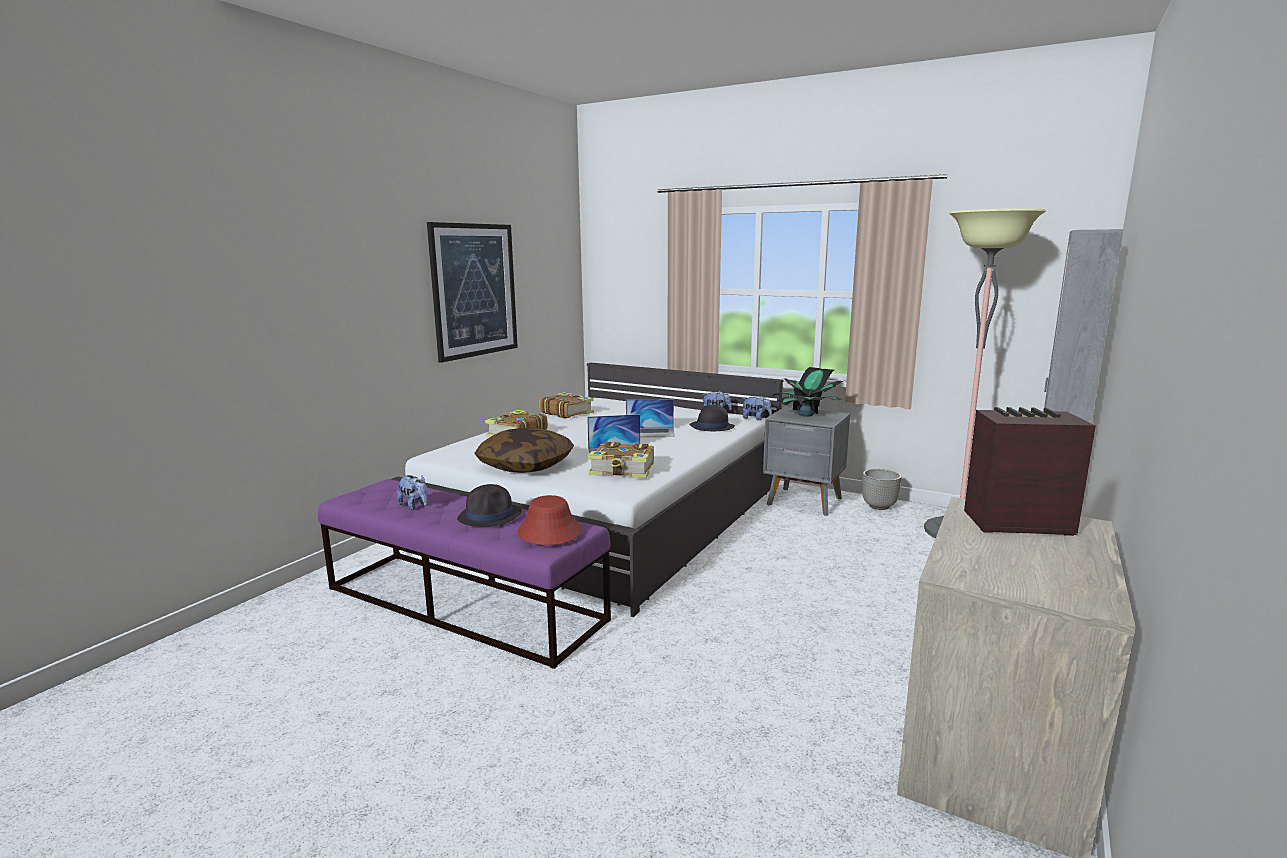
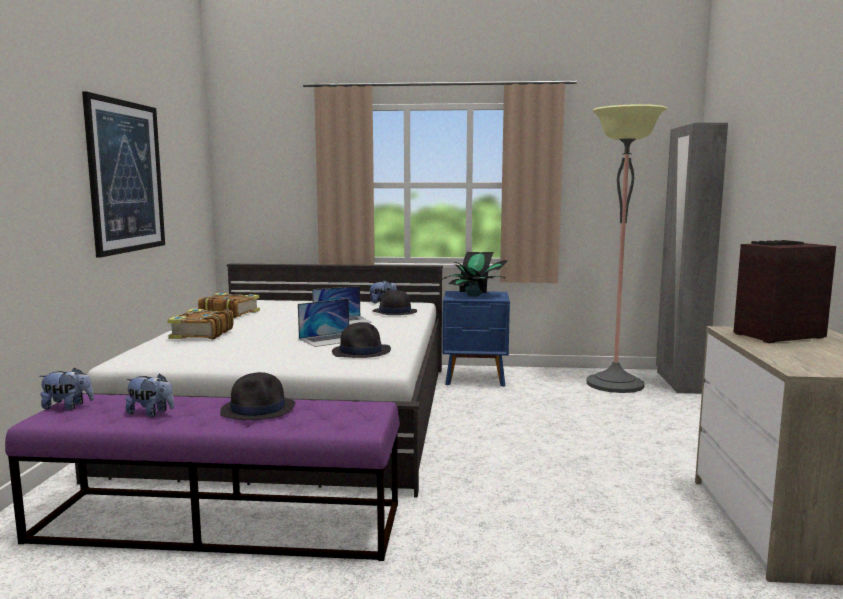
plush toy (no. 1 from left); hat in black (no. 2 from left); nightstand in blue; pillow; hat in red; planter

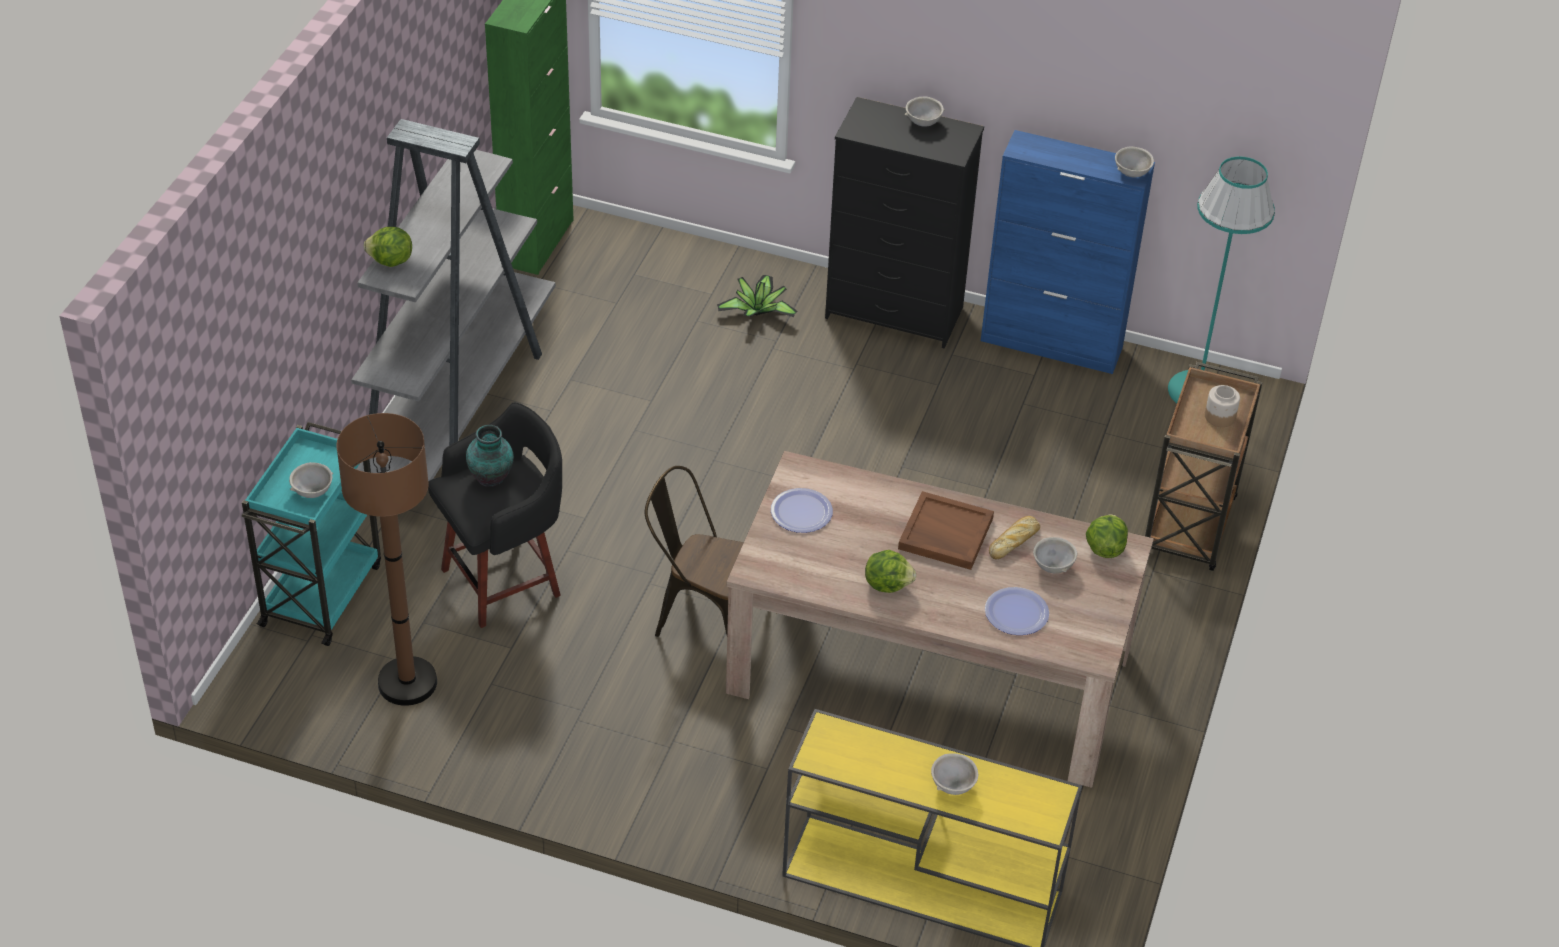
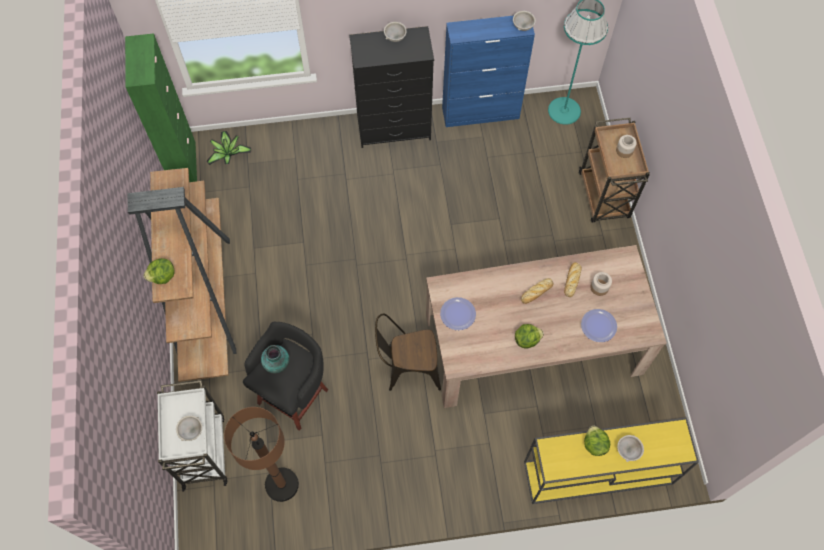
bookcase in brown; cart in white; potted plant; bread (no. 1 from left); lettuce (no. 3 from left); jar (no. 1 from left)

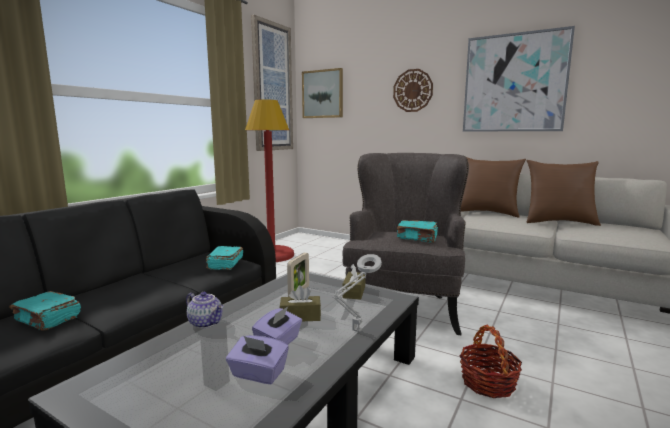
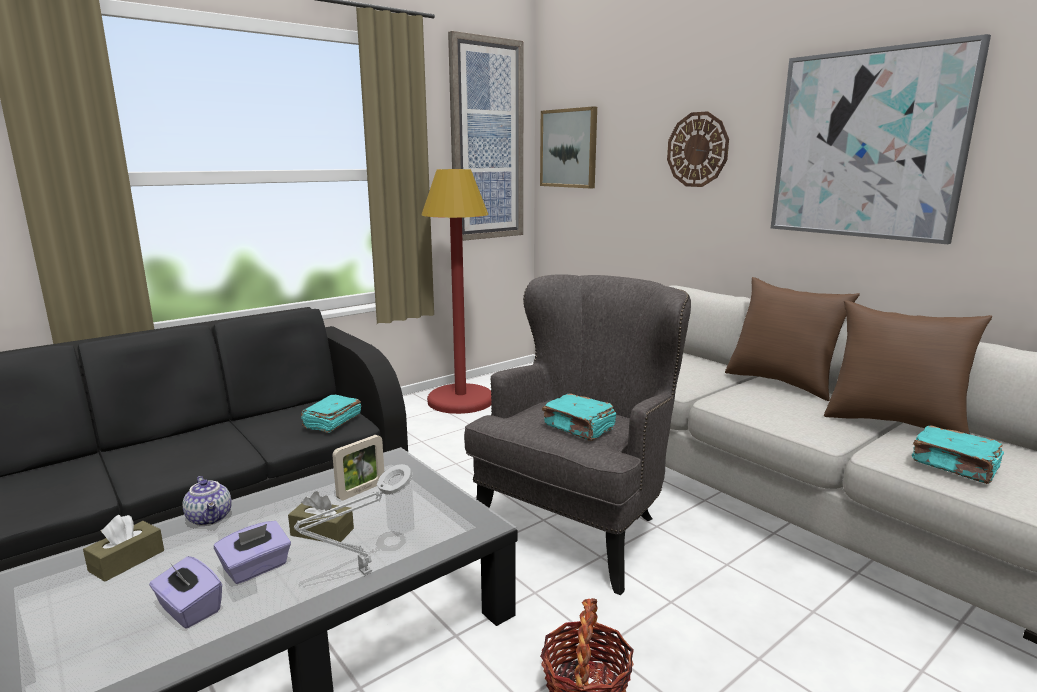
tissue box in brown (no. 1 from left); book in turquoise (no. 3 from left)

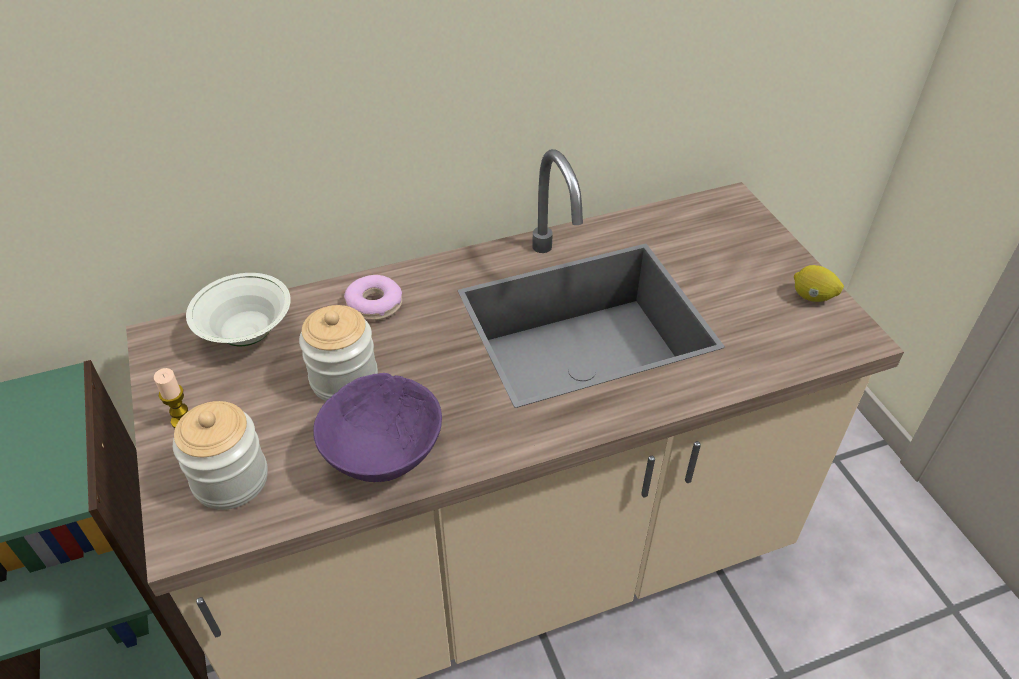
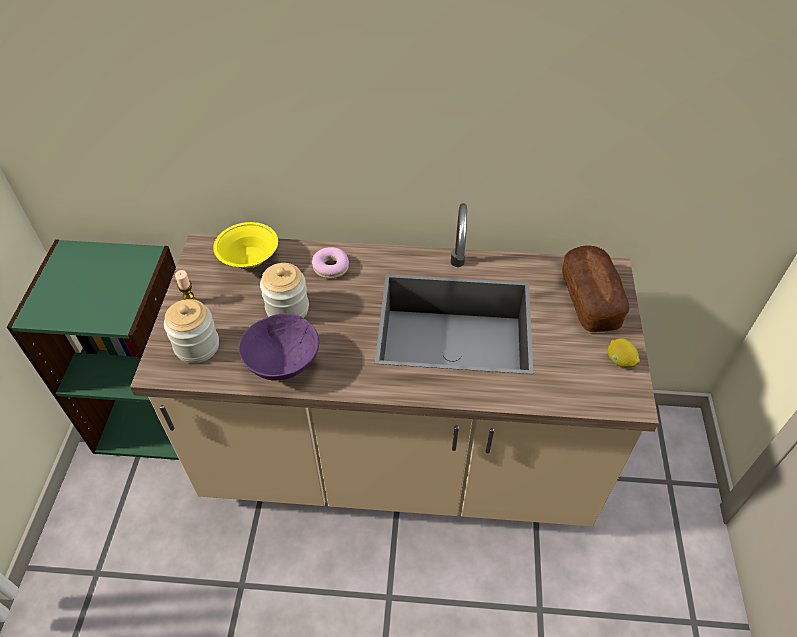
bowl in yellow; bread

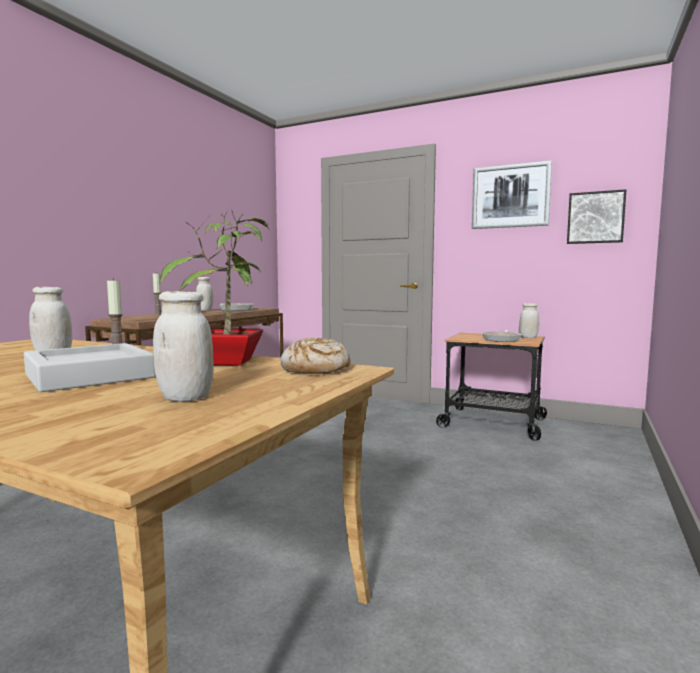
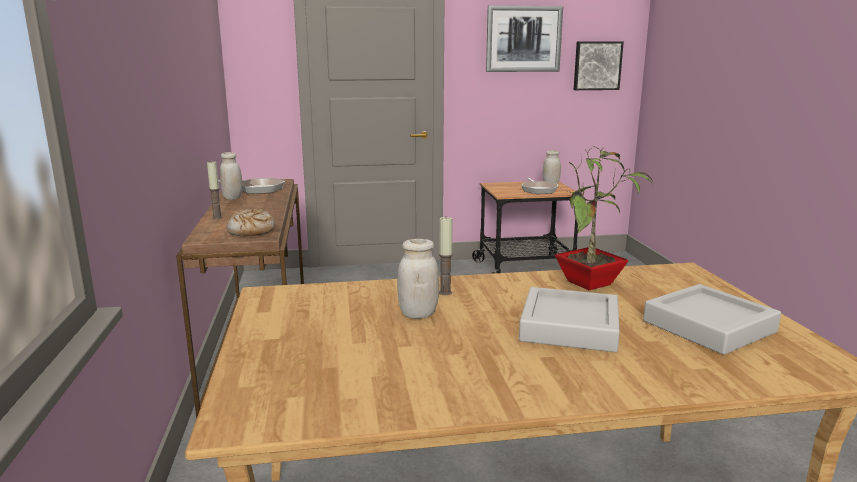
bread; tray in grey (no. 2 from left)

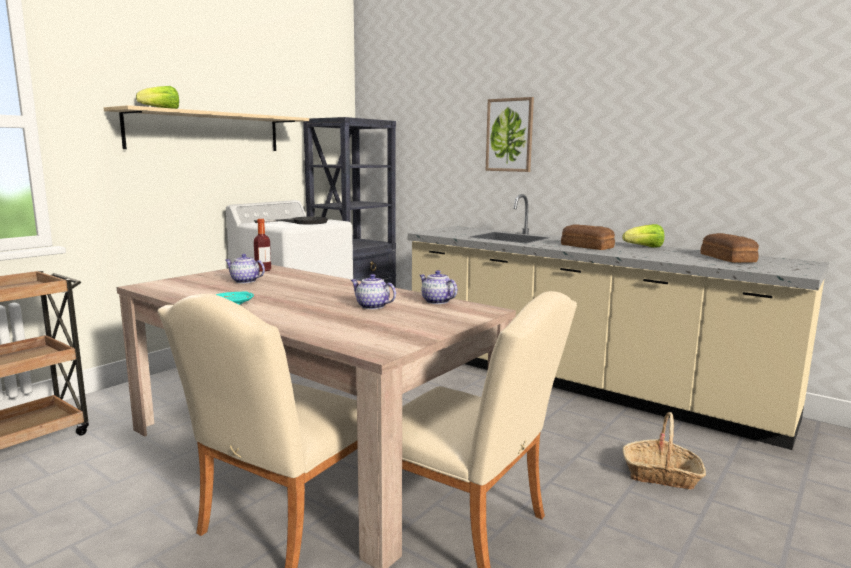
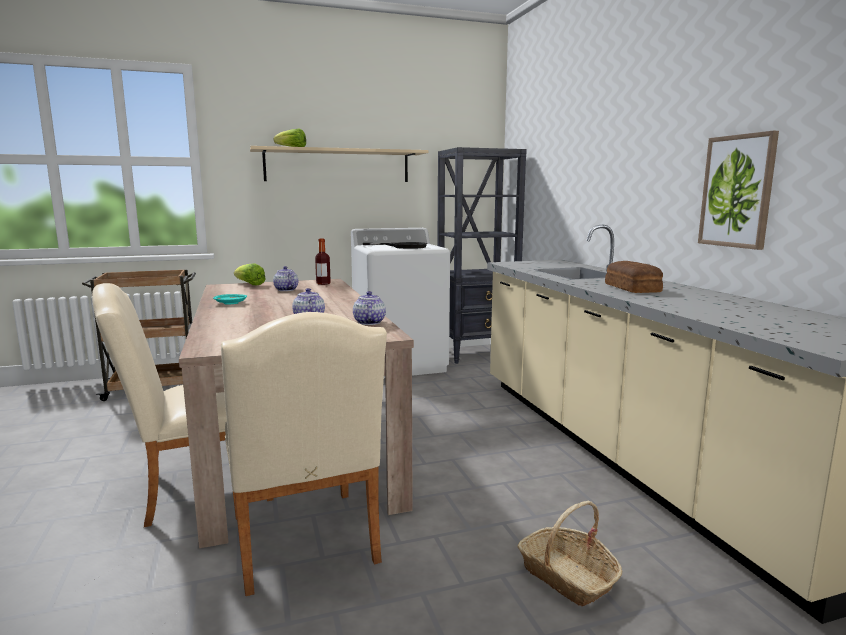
lettuce (no. 1 from left); picture; bread (no. 2 from left in the first image)

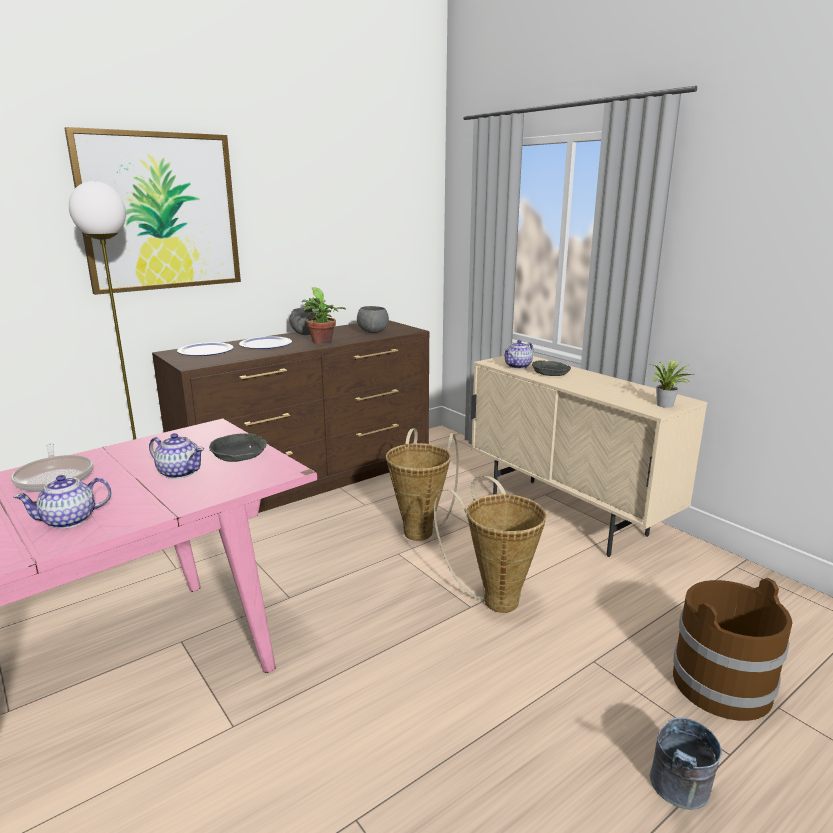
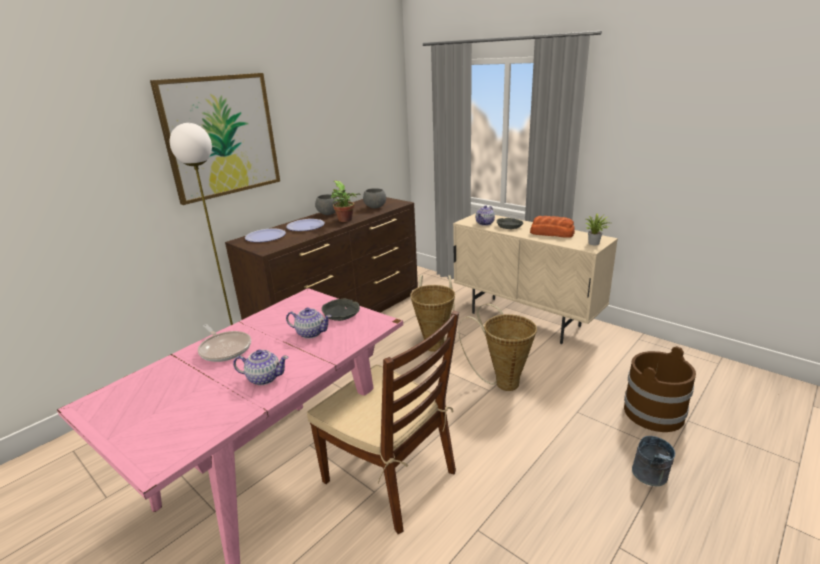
teapot (no. 1 from left); chair in brown; bread

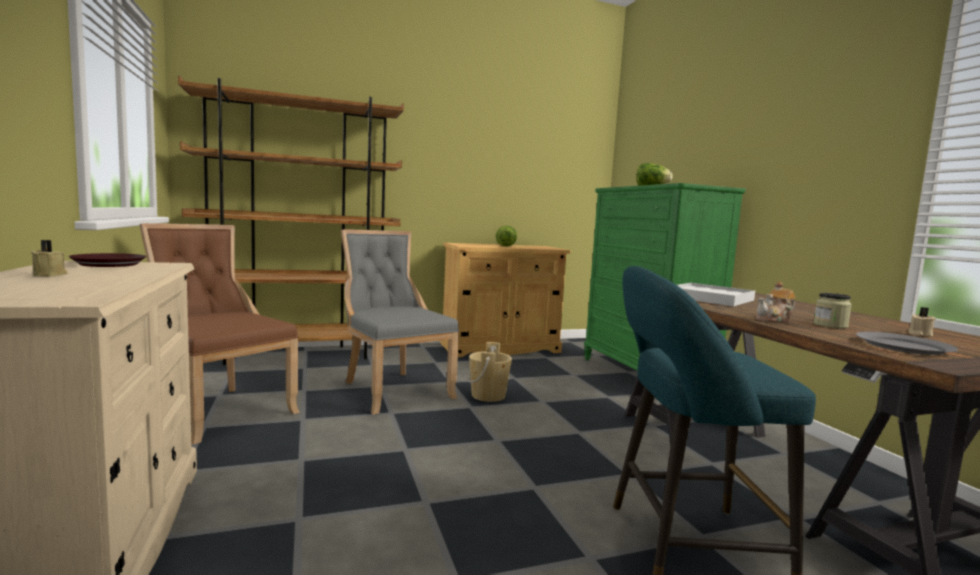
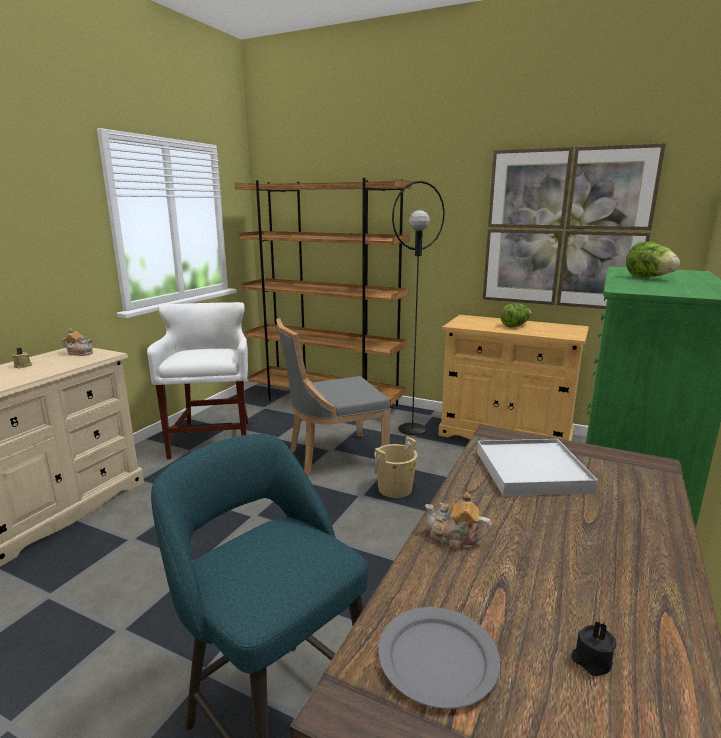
teapot (no. 1 from left); stool in white; chair in grey; floor lamp in black; picture; candle in black; jar

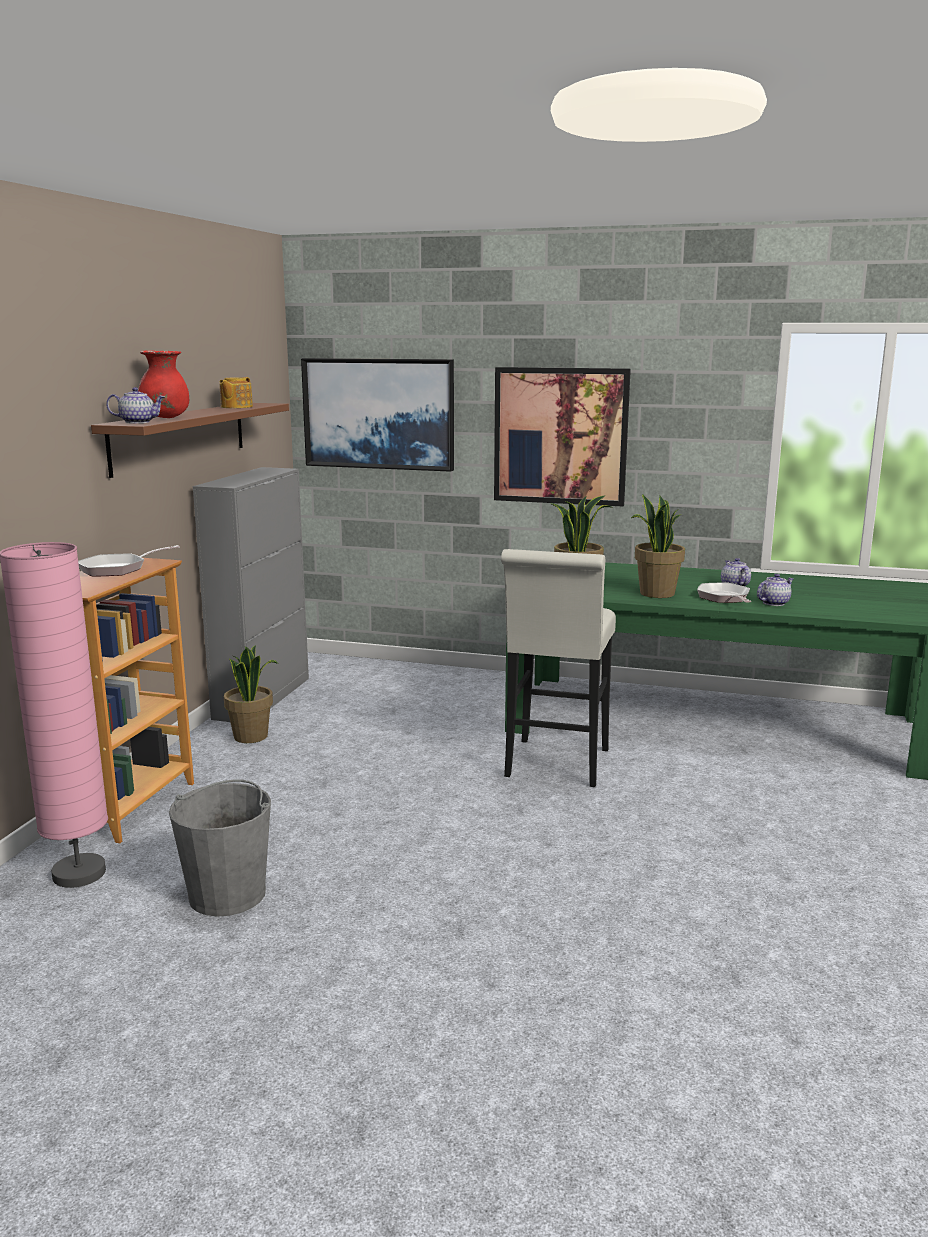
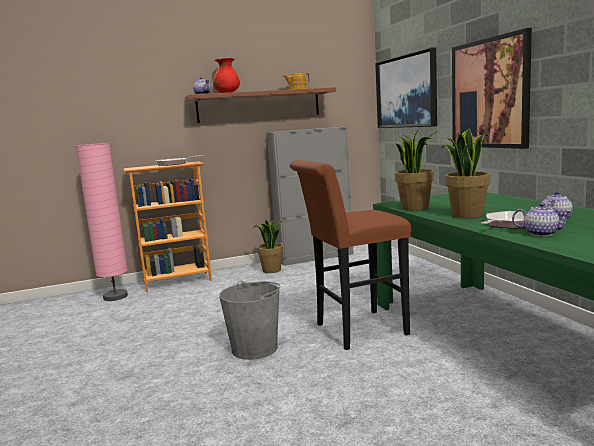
bucket in grey; stool in brown

